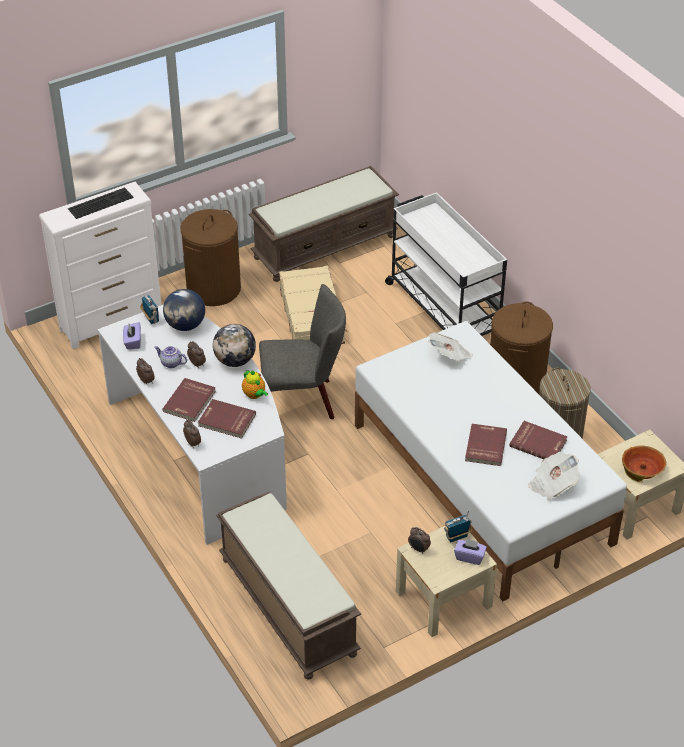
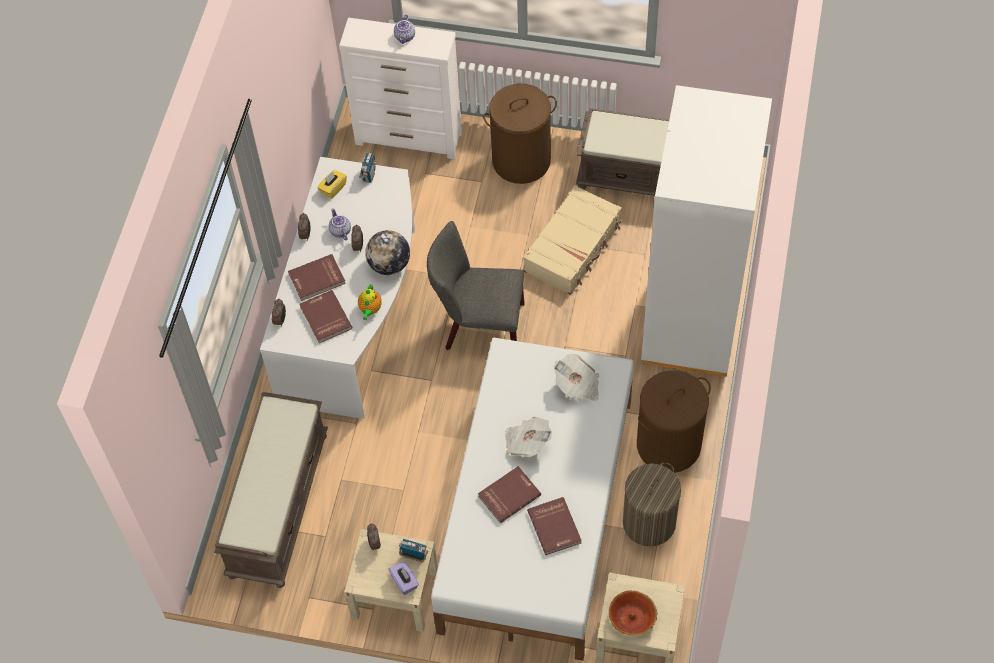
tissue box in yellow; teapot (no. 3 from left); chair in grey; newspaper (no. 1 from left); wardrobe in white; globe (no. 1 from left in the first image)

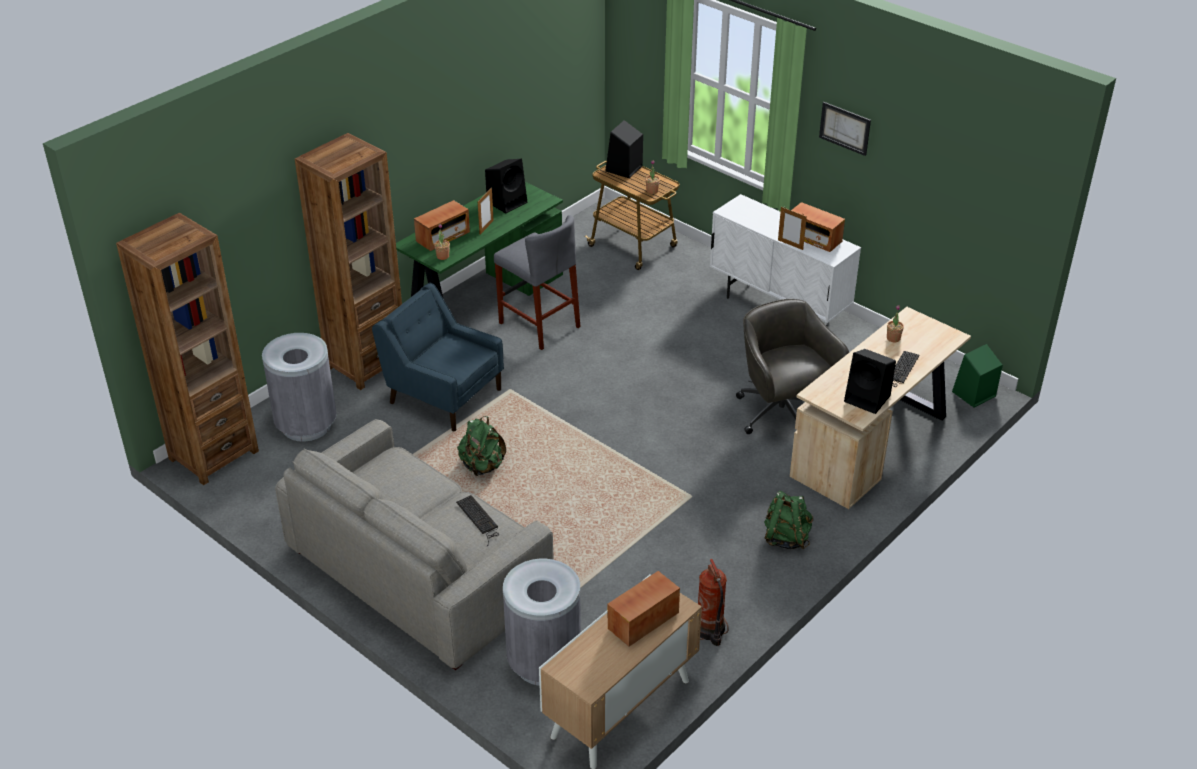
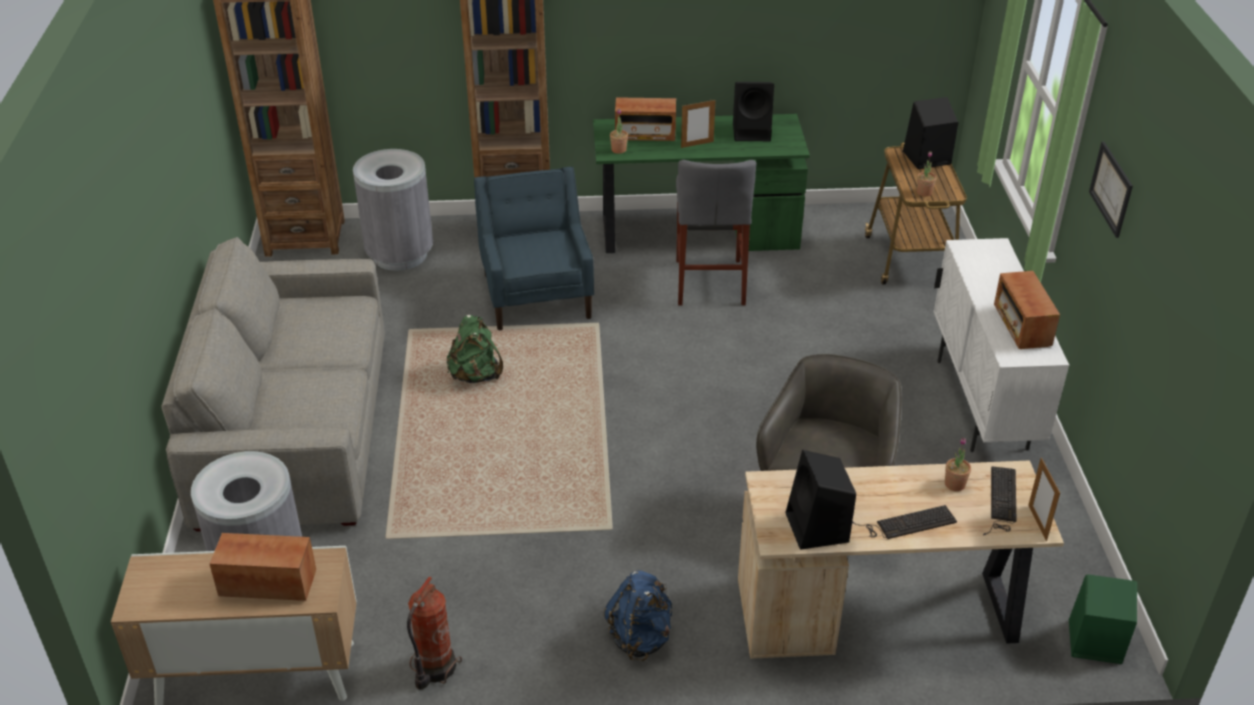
backpack in blue; keyboard (no. 2 from left); picture frame (no. 2 from left)

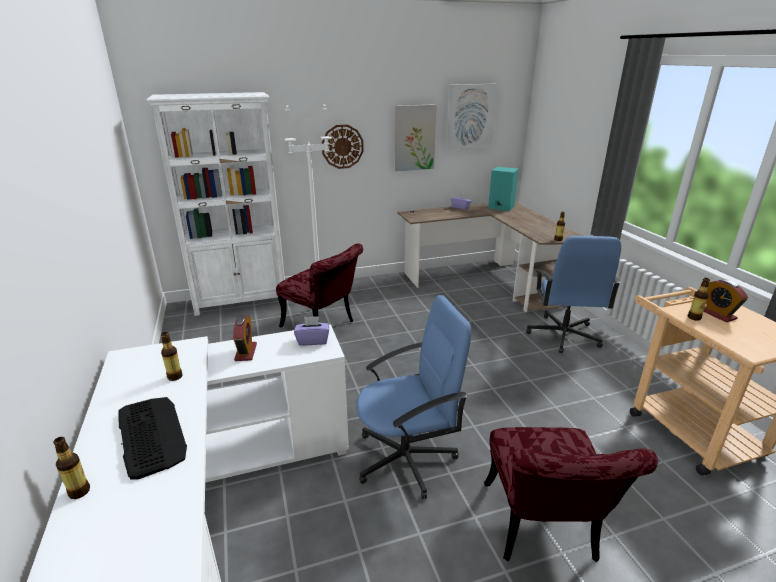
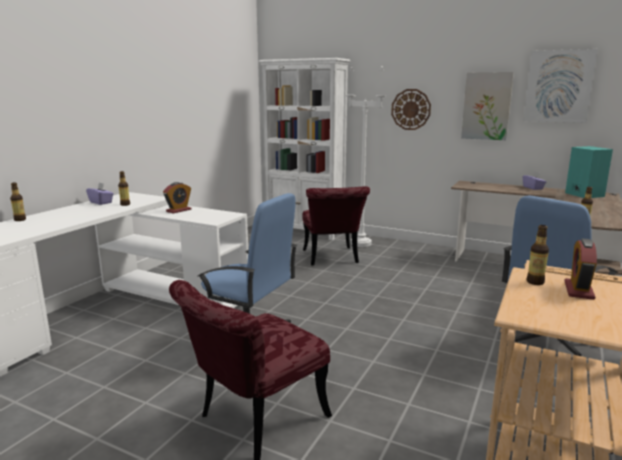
tissue box in purple (no. 1 from left); keyboard

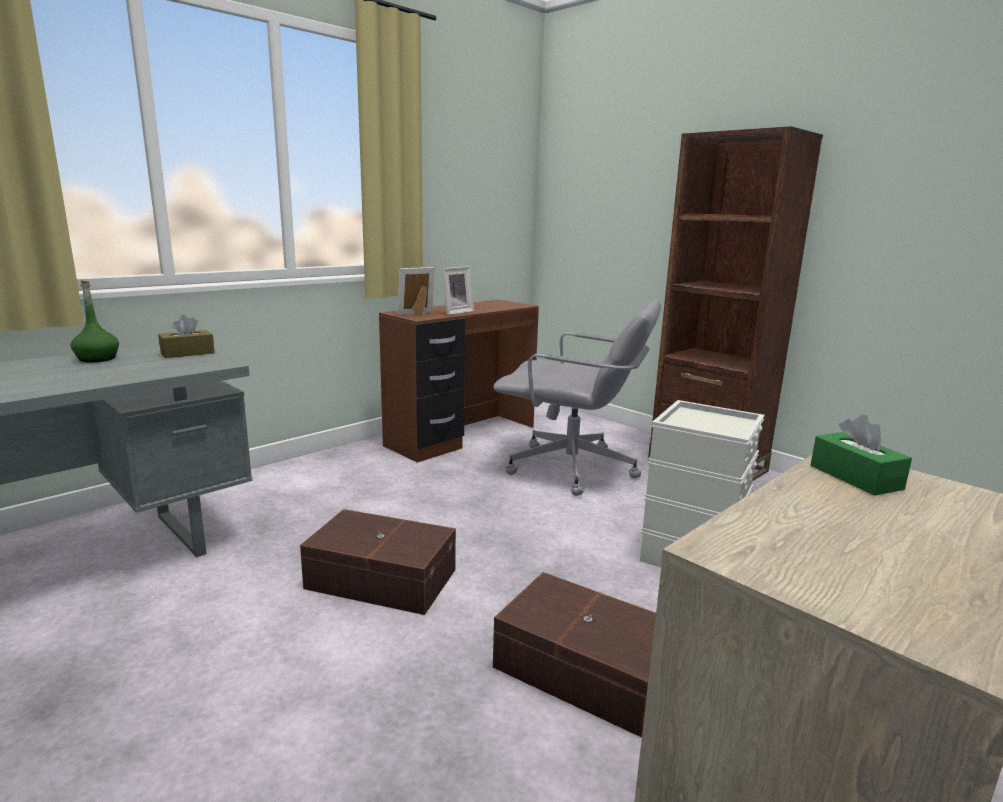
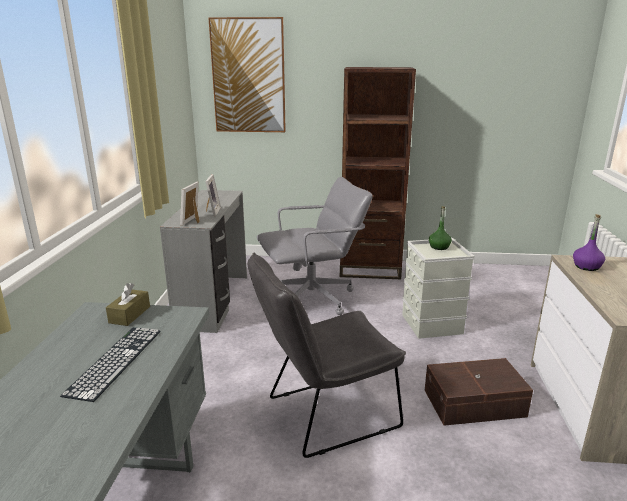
keyboard; desk in grey (no. 2 from left); picture; chair in grey; bottle in green; bottle in purple

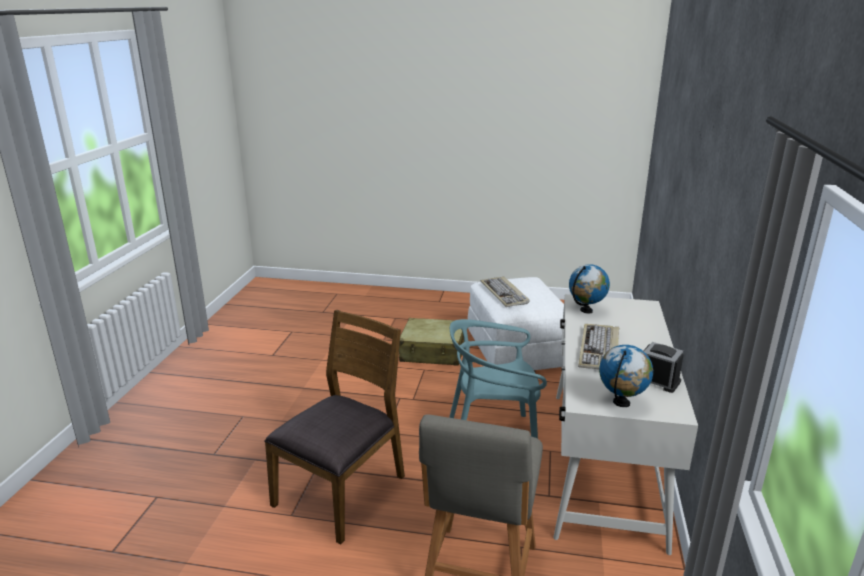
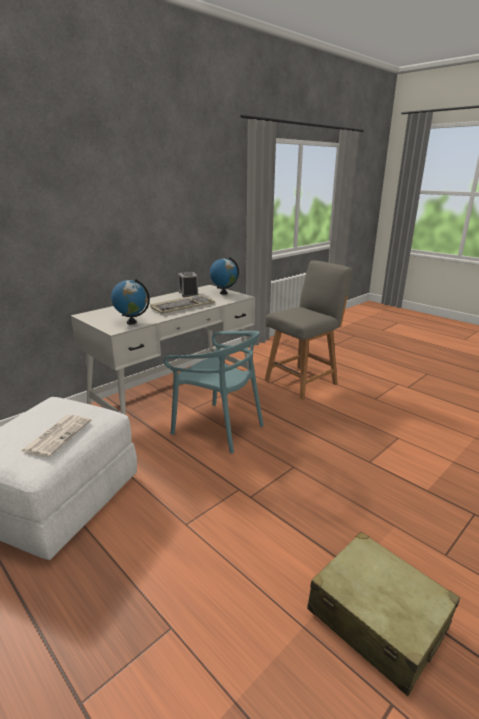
newspaper; suitcase in beige; chair in brown

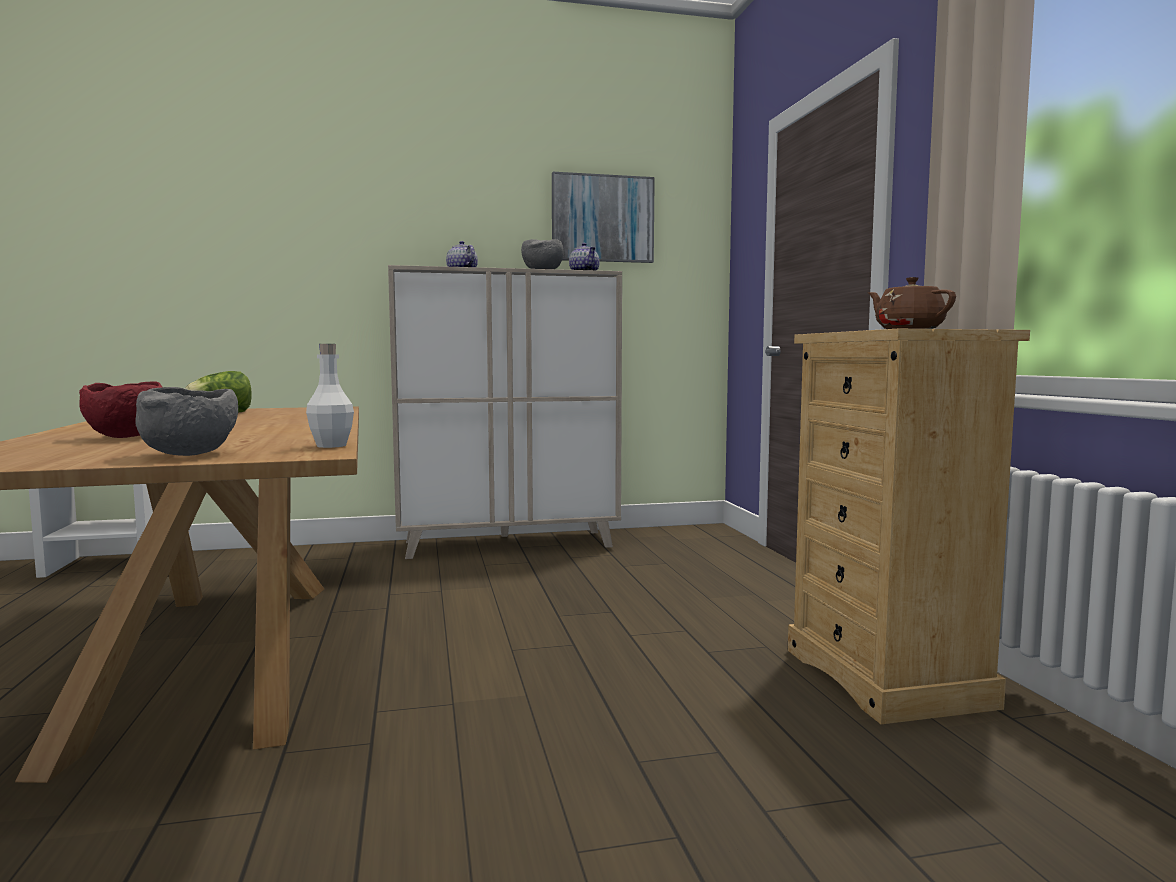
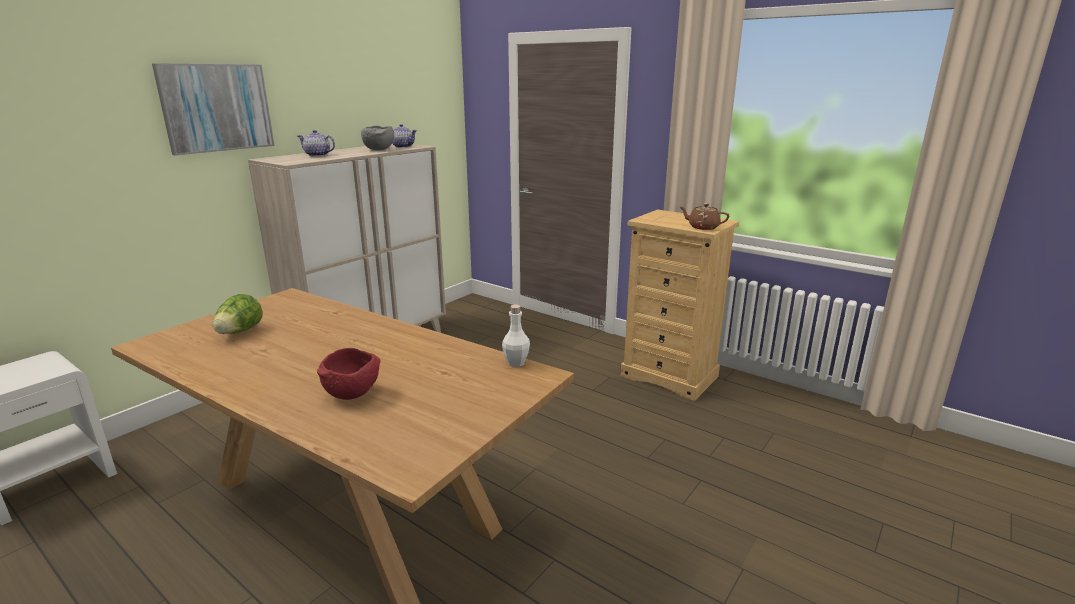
picture; bowl in grey (no. 1 from left in the first image)

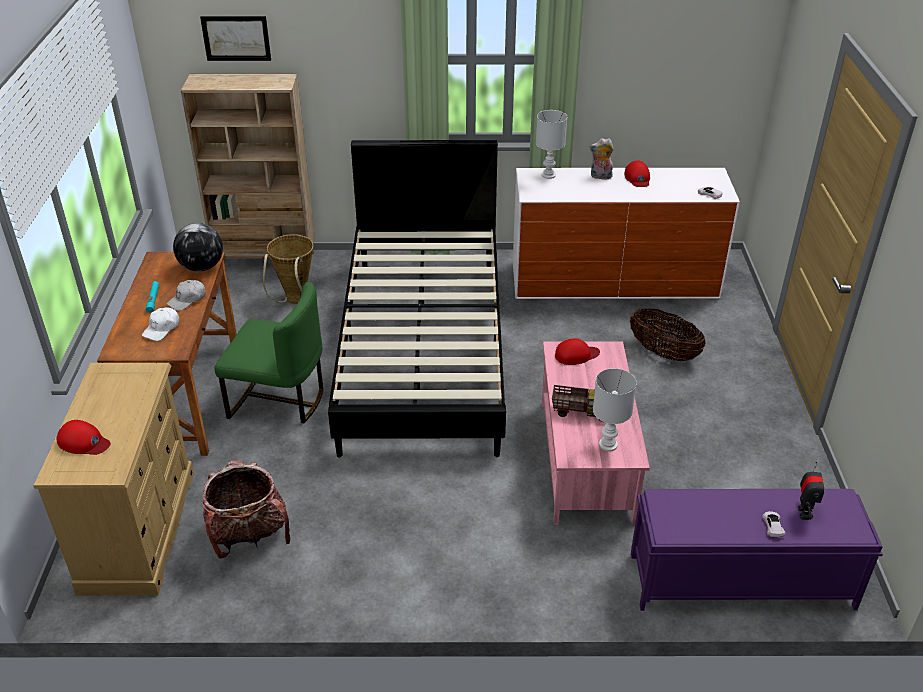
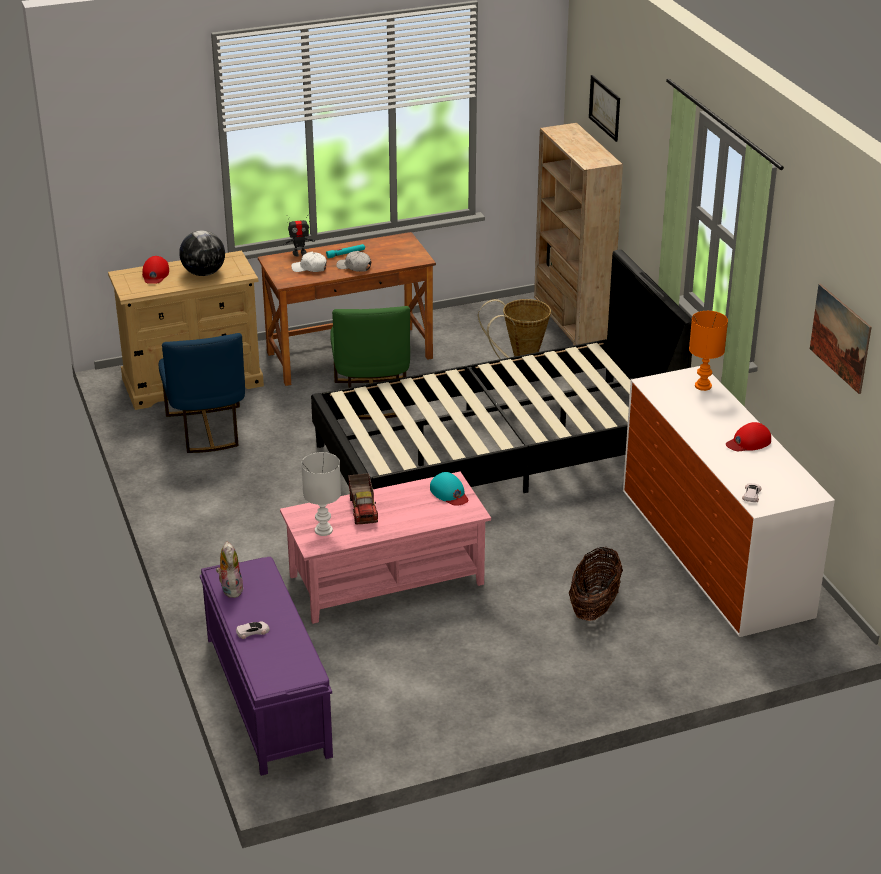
chair in blue; globe; plush toy; toy robot; cap in turquoise; table lamp in orange; picture (no. 2 from left)

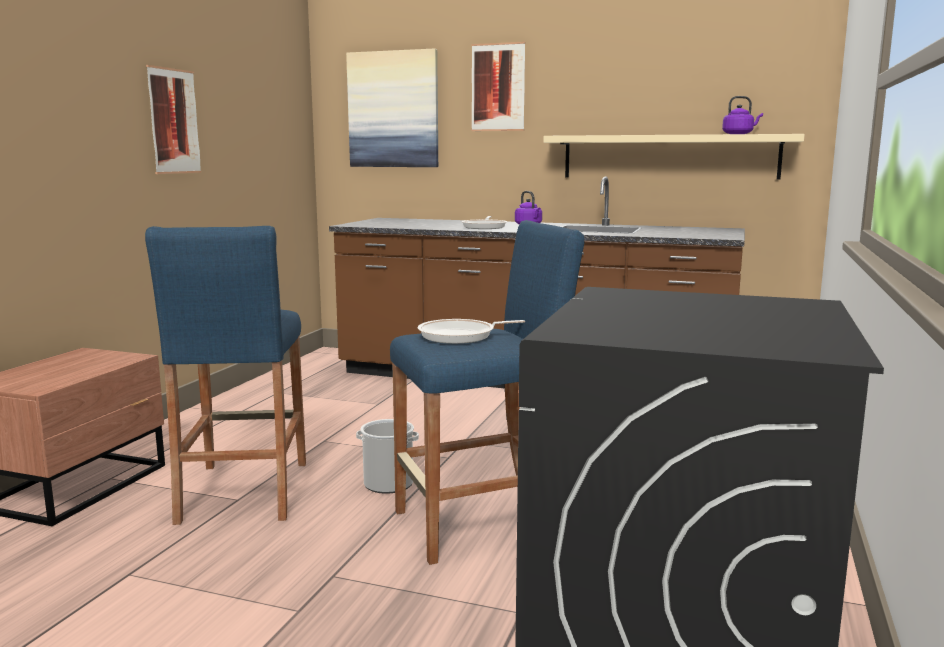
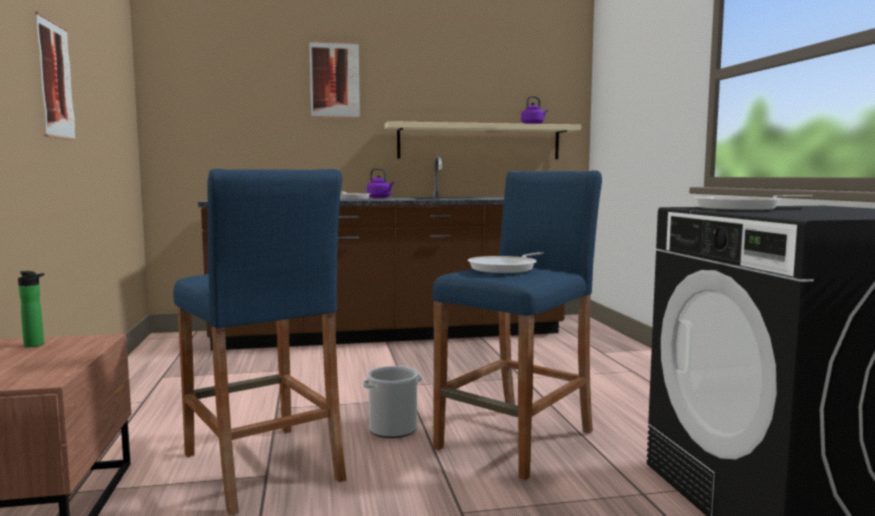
bottle; frying pan (no. 3 from left); picture (no. 2 from left in the first image)

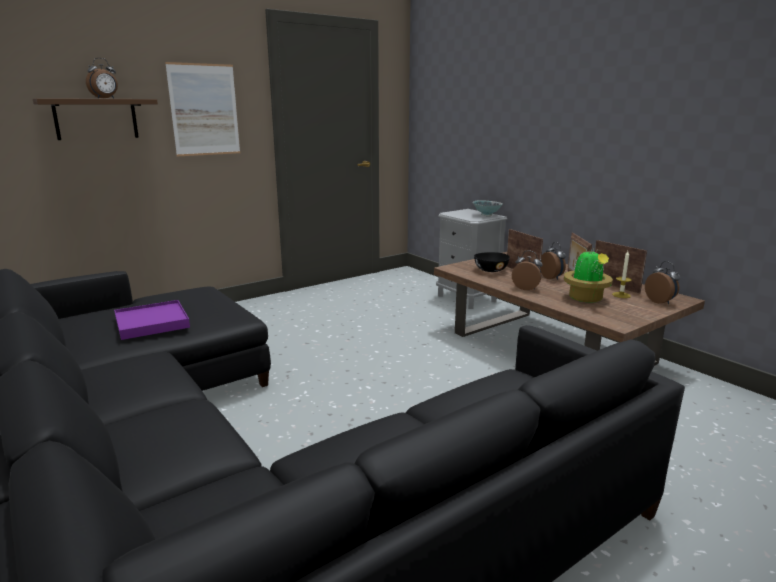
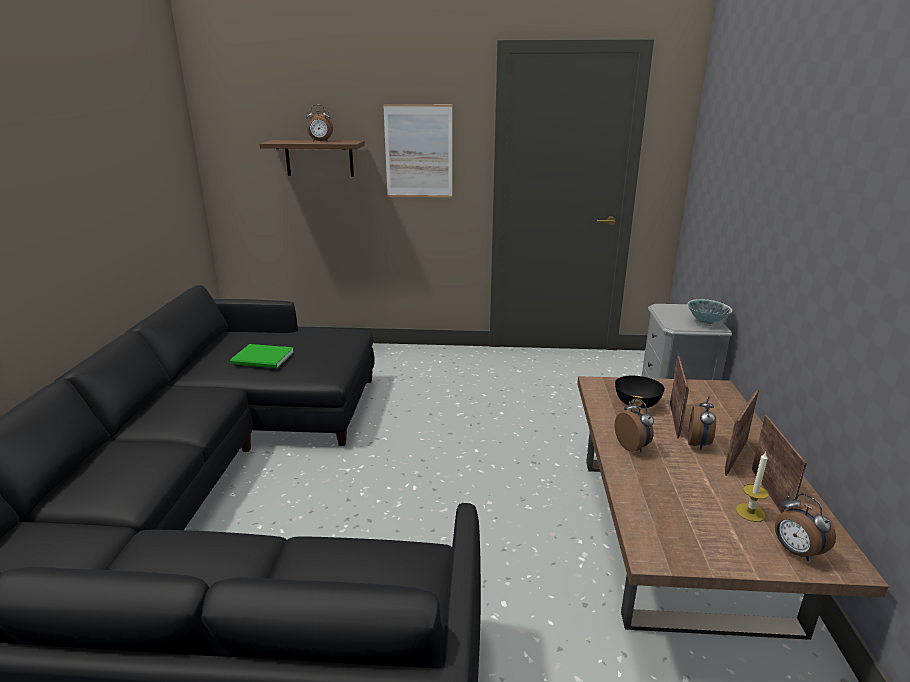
book in green; alarm clock (no. 4 from left); potted plant

